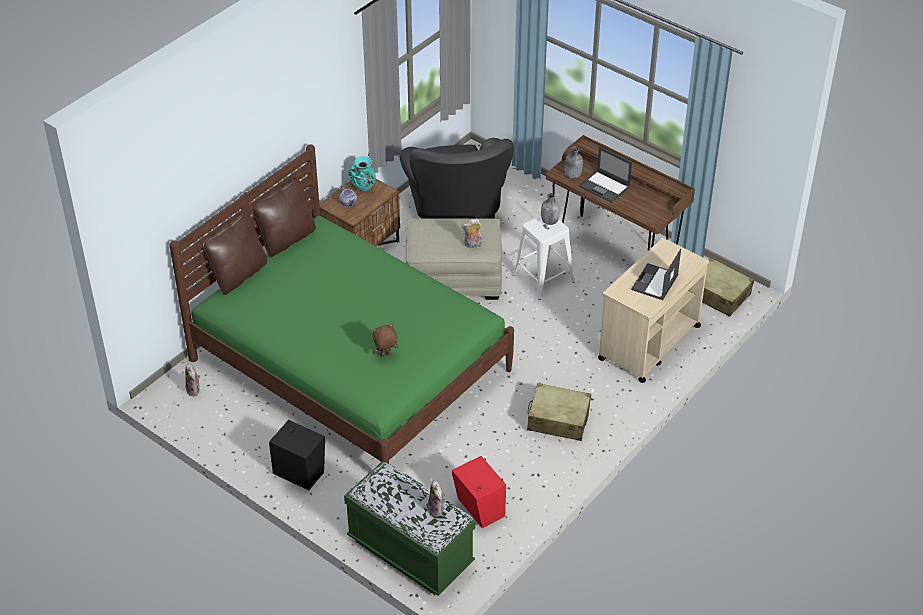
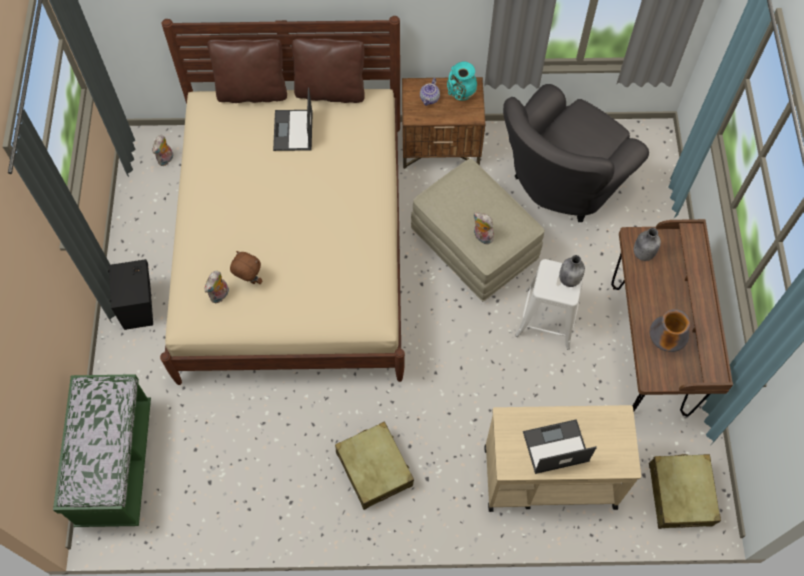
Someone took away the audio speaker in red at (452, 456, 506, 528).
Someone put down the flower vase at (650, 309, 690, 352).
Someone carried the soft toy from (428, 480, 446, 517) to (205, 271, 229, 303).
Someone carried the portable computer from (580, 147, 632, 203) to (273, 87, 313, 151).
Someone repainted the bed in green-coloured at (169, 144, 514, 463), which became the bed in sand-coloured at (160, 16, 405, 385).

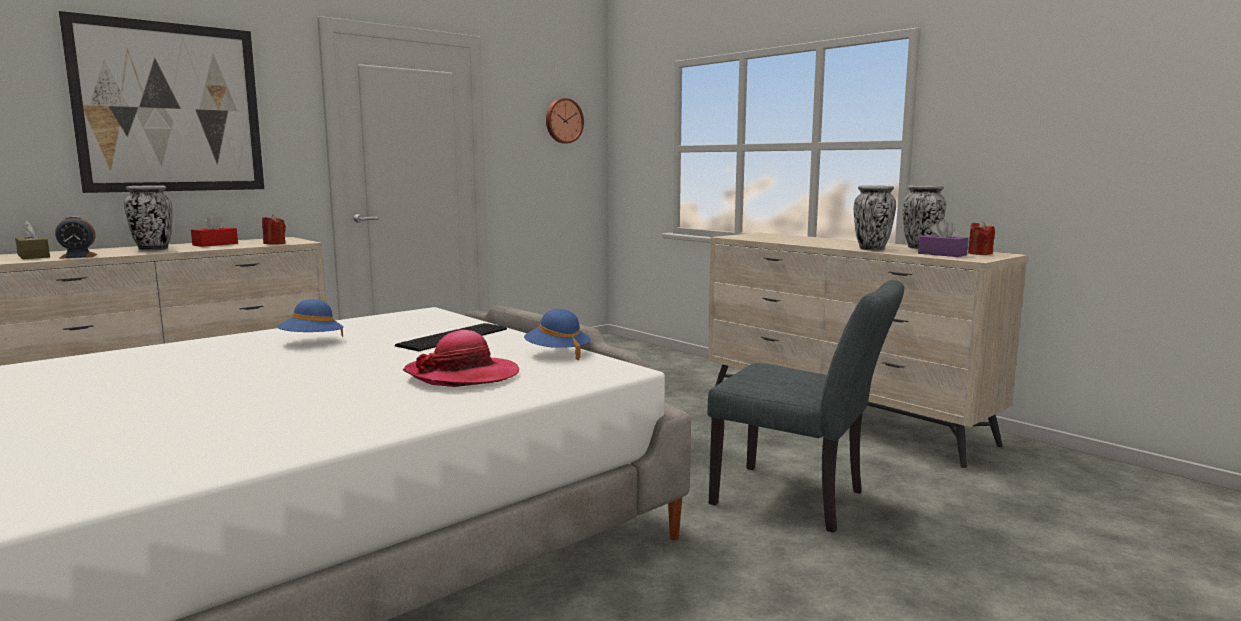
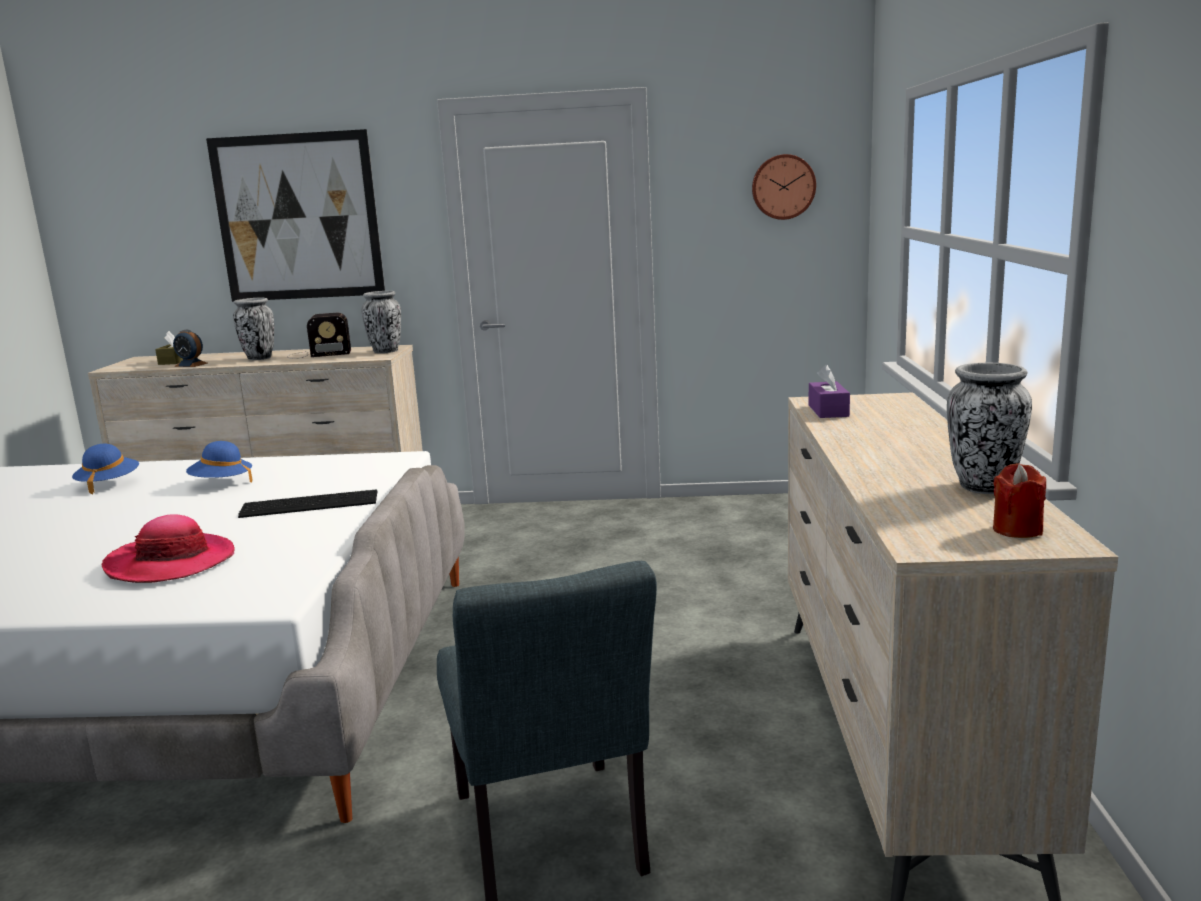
Someone took away the wax candle in red at (262, 215, 286, 244).
Someone carried the hat in blue-coloured from (524, 309, 591, 360) to (72, 444, 139, 494).
Someone carried the flower vase from (854, 185, 896, 251) to (362, 291, 401, 353).
Someone carried the tissue holder in purple-coloured from (918, 219, 969, 257) to (809, 365, 850, 418).
Someone swapped the tissue holder in red at (191, 213, 238, 247) for the radio set at (288, 313, 351, 359).

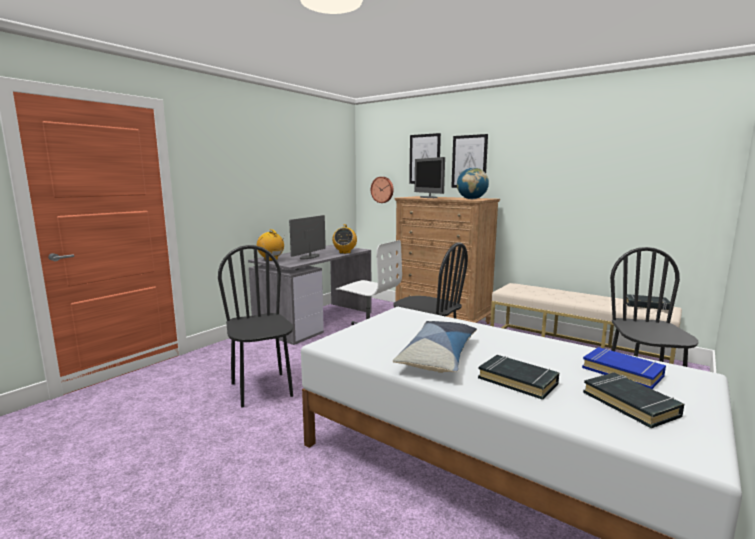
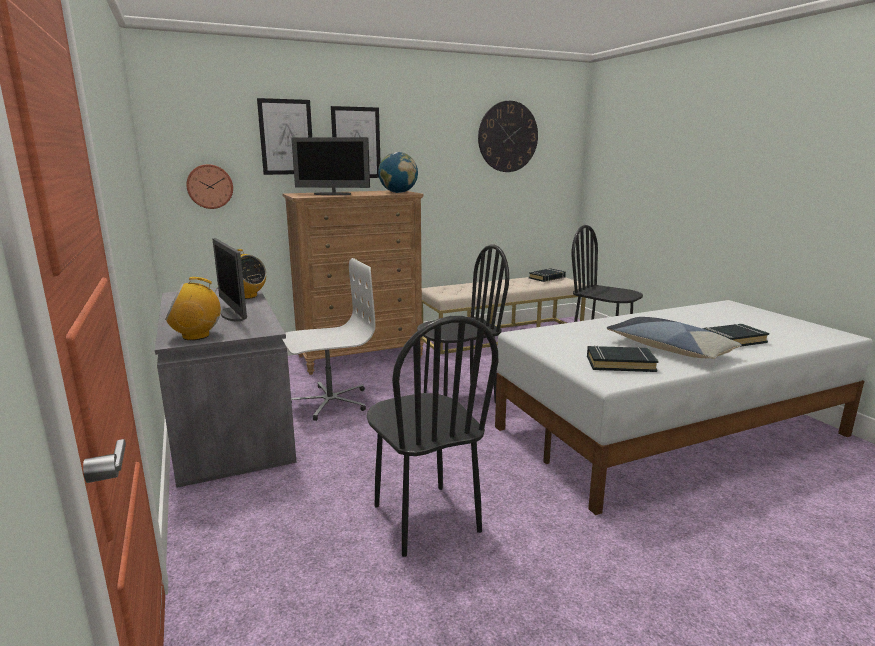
Someone took away the book in blue-coloured at (582, 347, 666, 389).
Someone put up the hanging clock at (478, 101, 538, 172).
Someone carried the book in blackish from (583, 373, 684, 428) to (587, 345, 658, 372).
Someone rotated the chair in blackish at (218, 245, 294, 408) by 120 degrees counterclockwise.

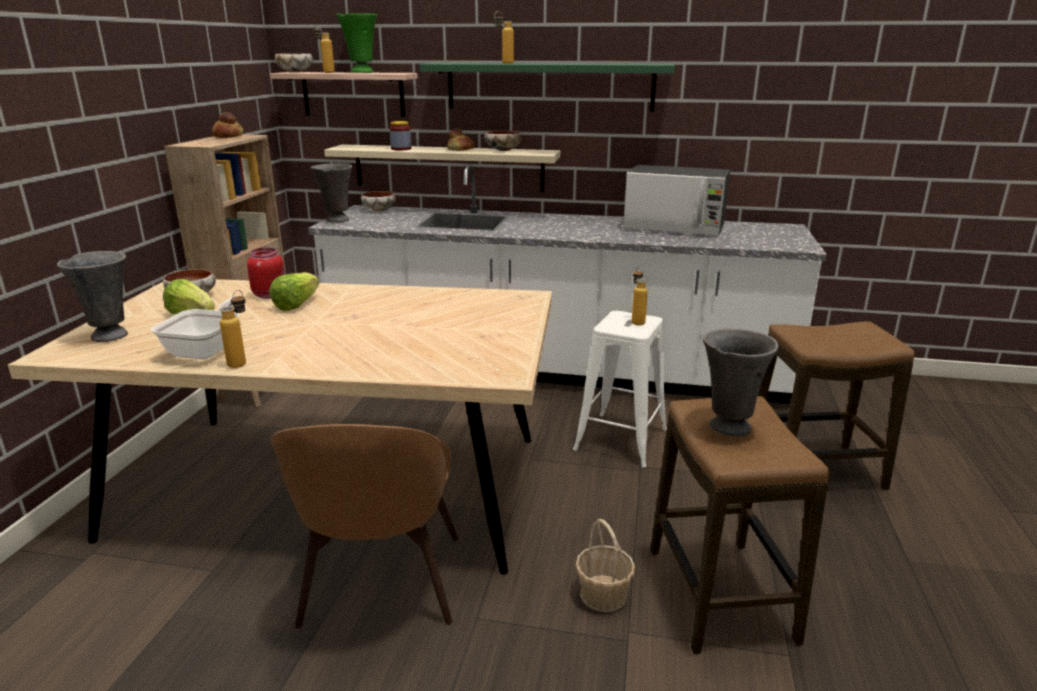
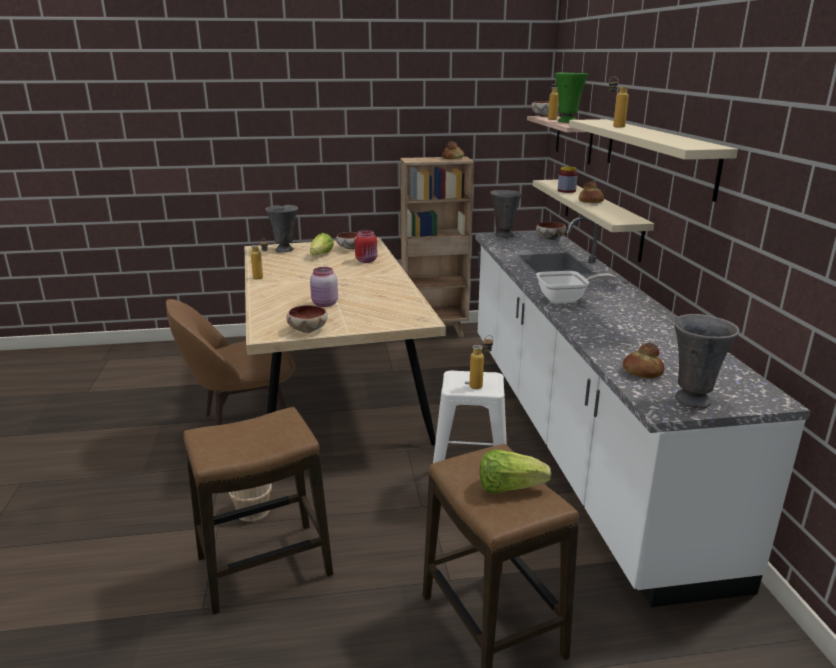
Someone took away the kitchen microwave at (623, 165, 730, 236).
Someone put down the jar in pink at (310, 267, 338, 307).
Someone put down the bakery bread at (623, 343, 664, 378).
Someone carried the frying pan from (151, 296, 244, 359) to (536, 271, 616, 303).
Someone carried the lettuce head from (269, 272, 320, 311) to (480, 449, 551, 493).
Someone carried the deep dish from (484, 131, 522, 151) to (286, 305, 328, 333).
Someone carried the flower vase in grey from (703, 328, 779, 437) to (674, 314, 740, 409).
Someone repainted the bracket shelf in green-coloured at (420, 63, 675, 112), which became the bracket shelf in sand-coloured at (569, 119, 738, 202).

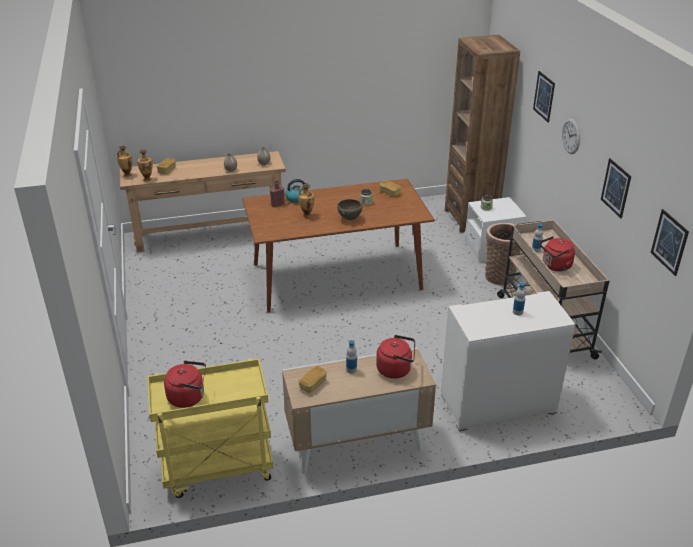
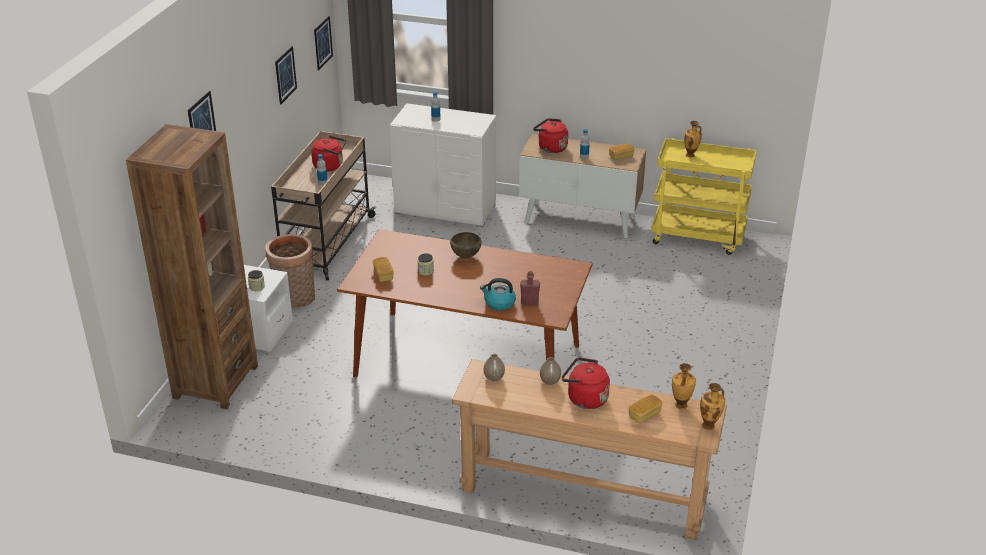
Someone took away the hanging clock at (562, 119, 580, 154).
Someone carried the water kettle in red from (164, 361, 206, 408) to (562, 357, 610, 409).
Someone carried the flower vase from (298, 184, 314, 218) to (684, 121, 702, 157).

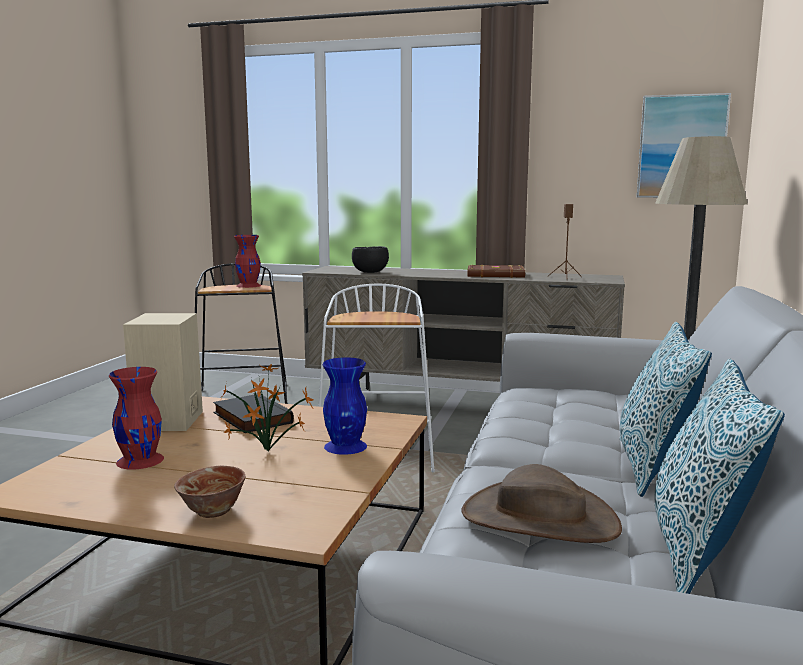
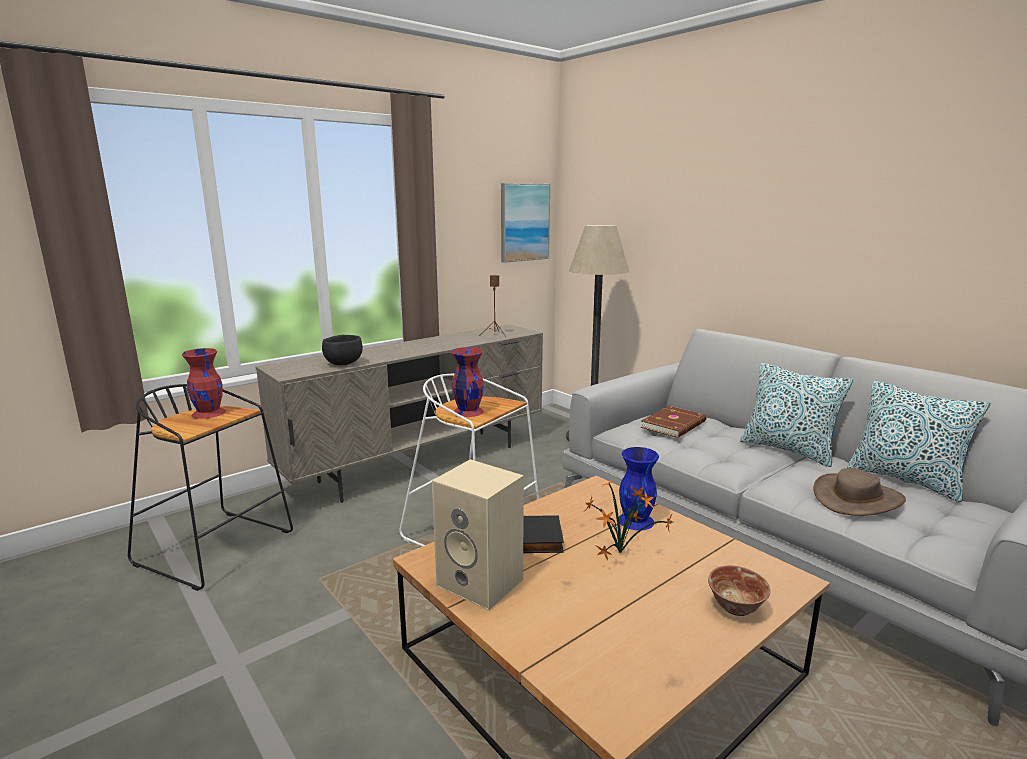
Someone carried the flower vase in red from (109, 367, 164, 470) to (451, 347, 484, 417).
Someone carried the book in brown from (467, 264, 525, 278) to (641, 406, 706, 438).

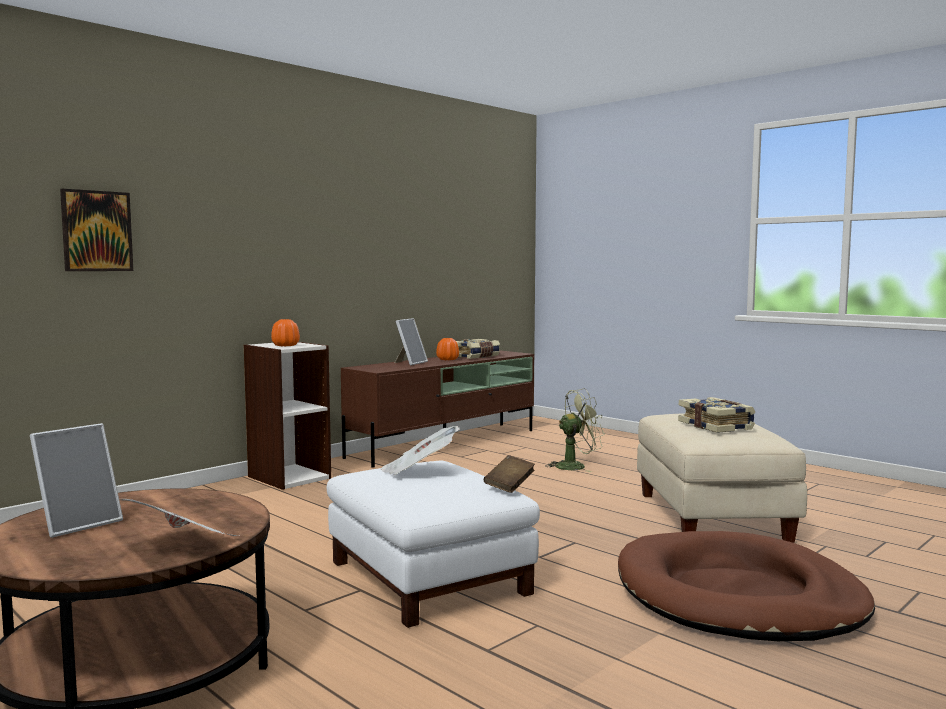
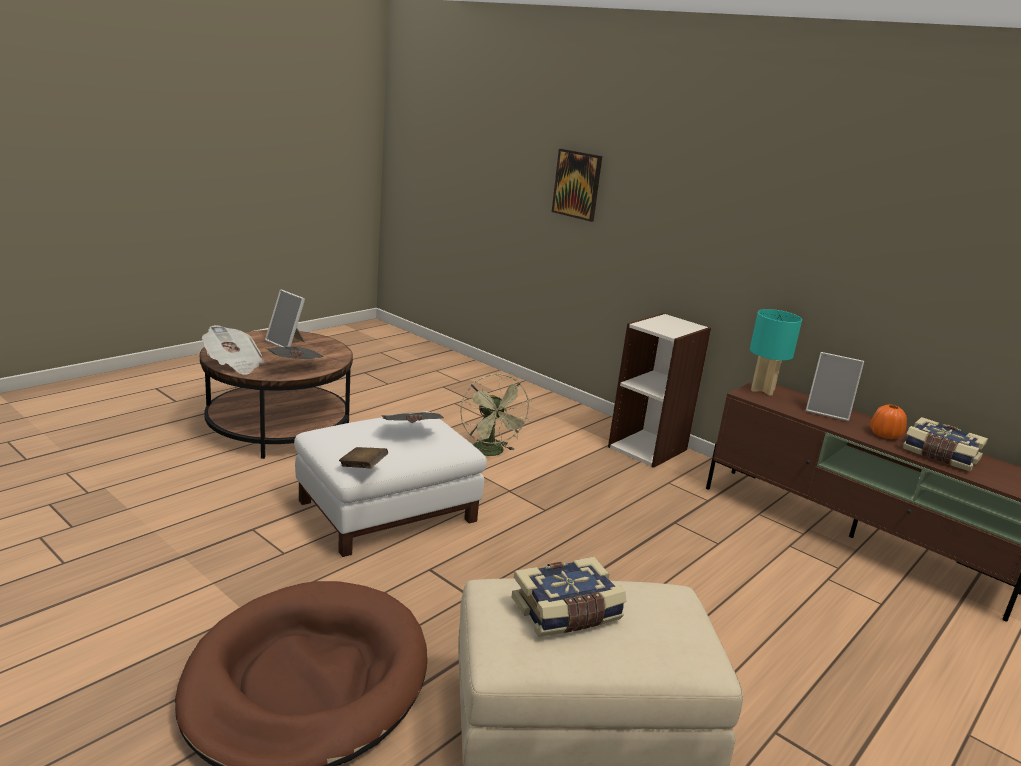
Someone took away the flower vase in orangey at (271, 319, 300, 347).
Someone put down the newspaper at (266, 347, 323, 359).
Someone put down the table lamp in turquoise-coloured at (750, 309, 802, 395).
Someone carried the fan in green-coloured from (545, 388, 605, 472) to (460, 373, 532, 456).

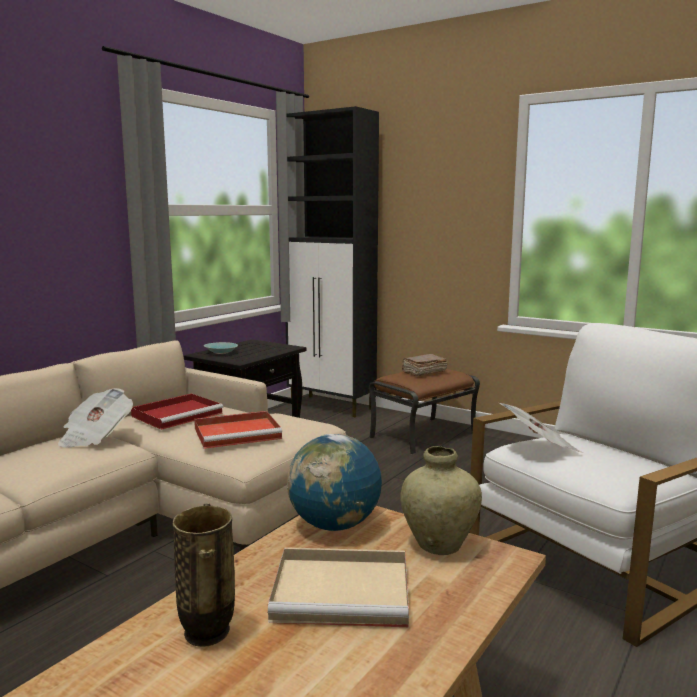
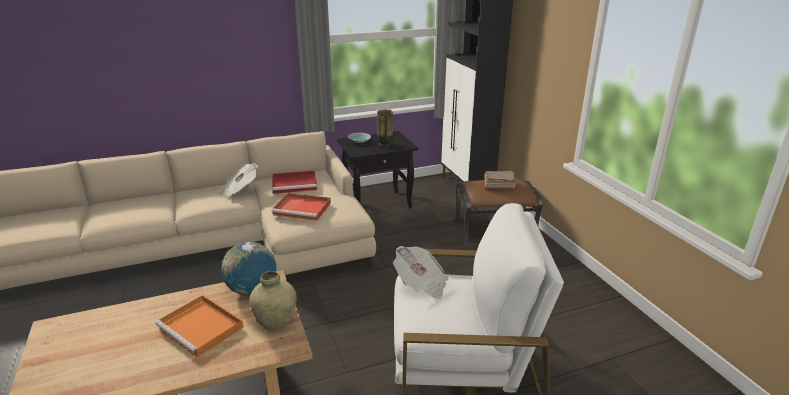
Someone carried the flower vase from (173, 503, 235, 647) to (377, 110, 393, 147).
Someone repainted the serving tray in sand-coloured at (267, 547, 409, 627), which became the serving tray in orangey at (155, 295, 244, 357).

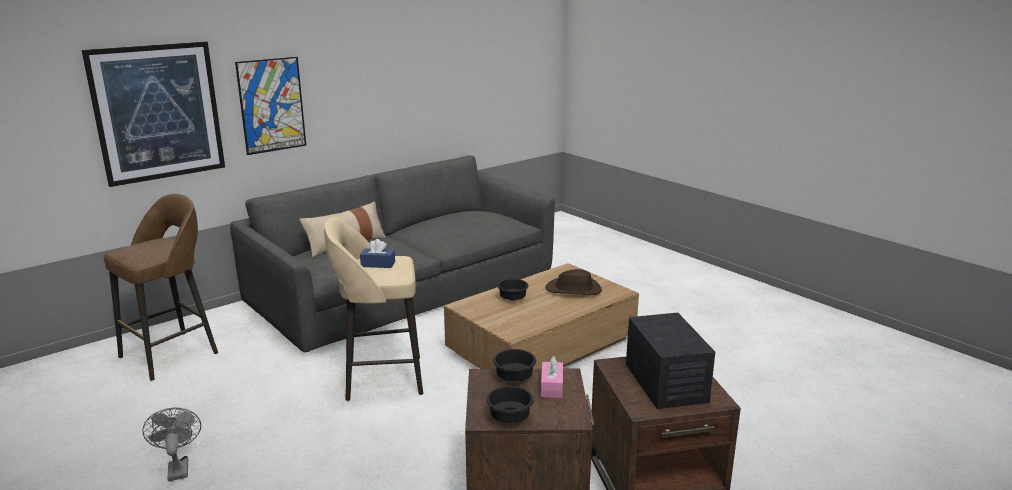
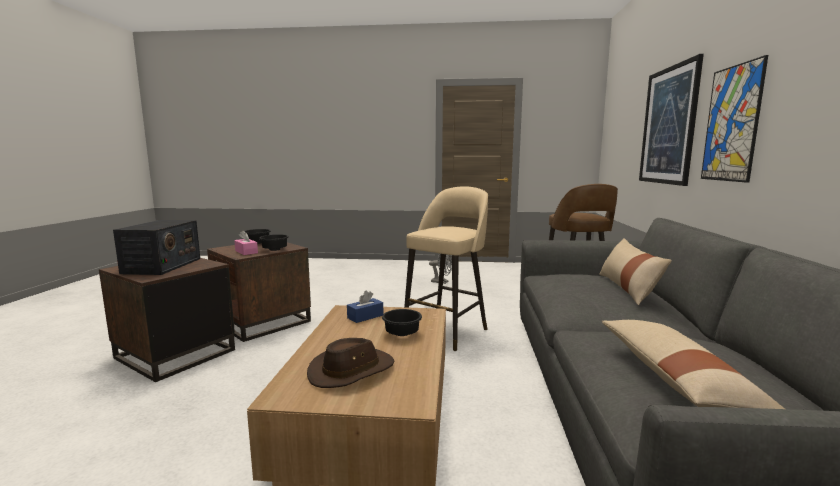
Someone put down the throw pillow in sand-coloured at (602, 320, 785, 409).
Someone carried the tissue holder in blue-coloured from (360, 239, 395, 268) to (347, 290, 383, 323).
Someone rotated the radio set at (626, 312, 715, 409) by 120 degrees counterclockwise.

